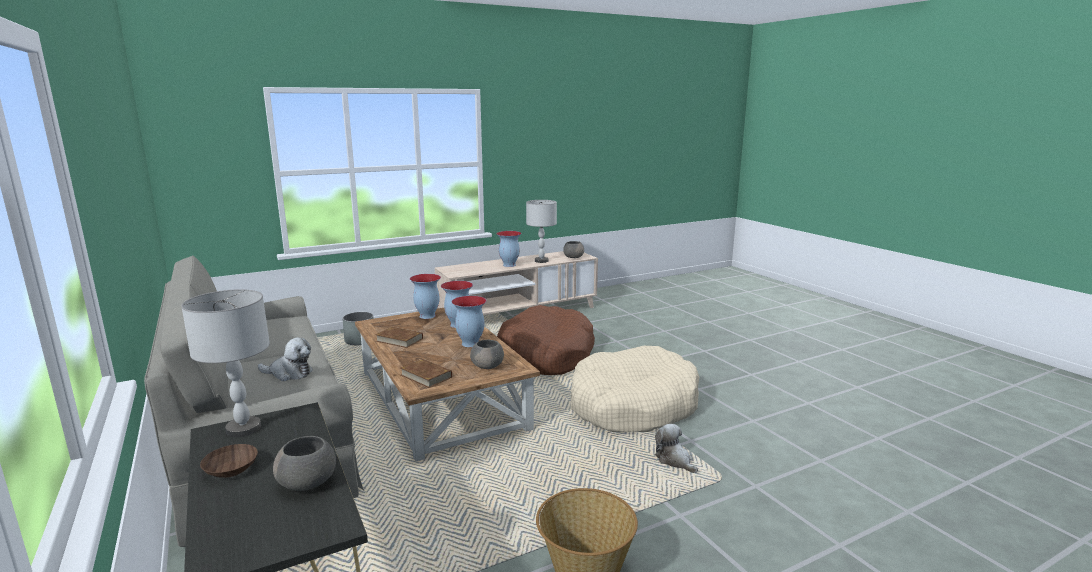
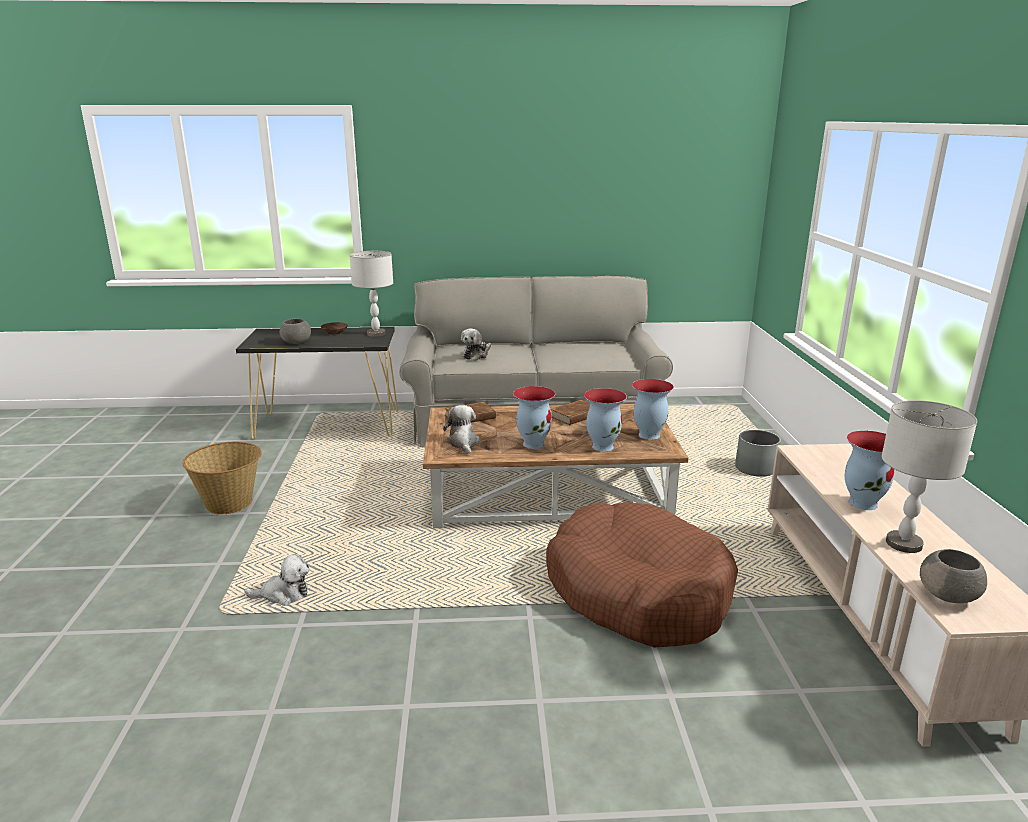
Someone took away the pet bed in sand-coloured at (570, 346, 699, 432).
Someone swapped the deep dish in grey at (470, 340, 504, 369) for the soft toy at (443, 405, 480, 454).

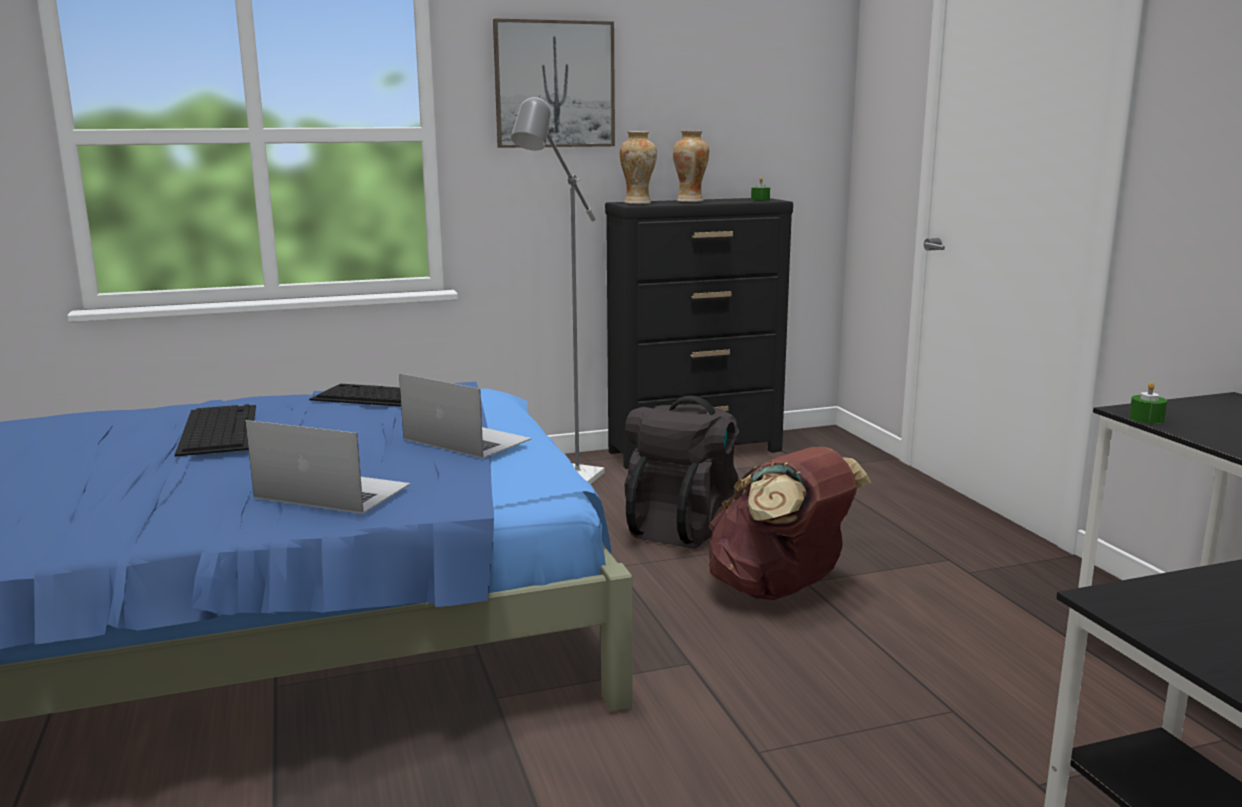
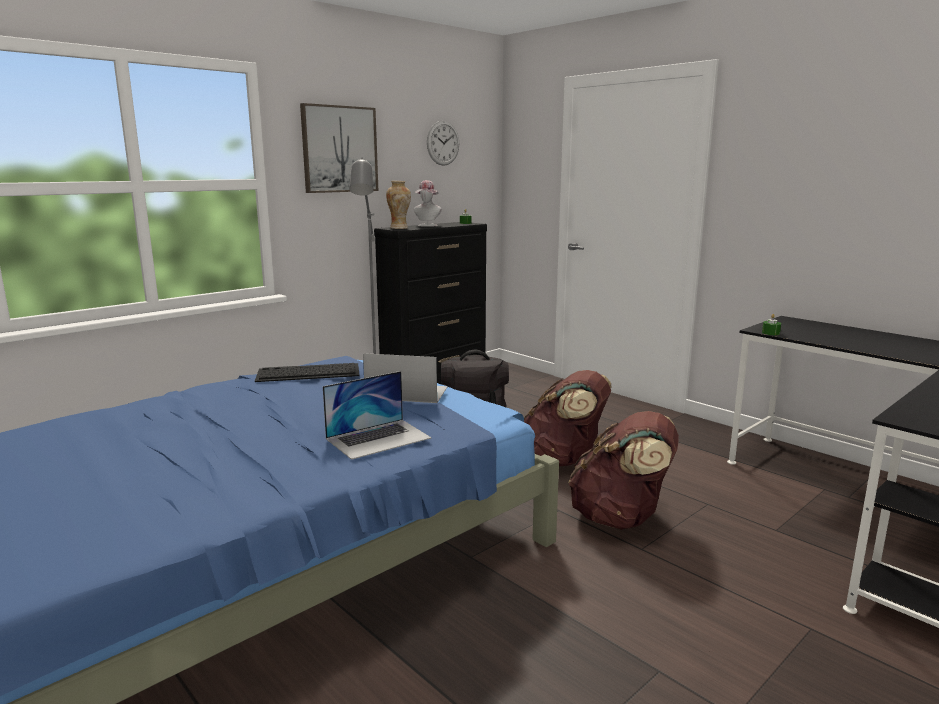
Someone took away the PC keyboard at (175, 404, 256, 457).
Someone put up the hanging clock at (427, 121, 459, 166).
Someone put down the backpack in brown at (568, 411, 679, 530).
Someone swapped the flower vase at (673, 131, 709, 202) for the hat at (414, 180, 442, 227).
Someone rotated the portable computer at (245, 420, 411, 514) by 150 degrees clockwise.

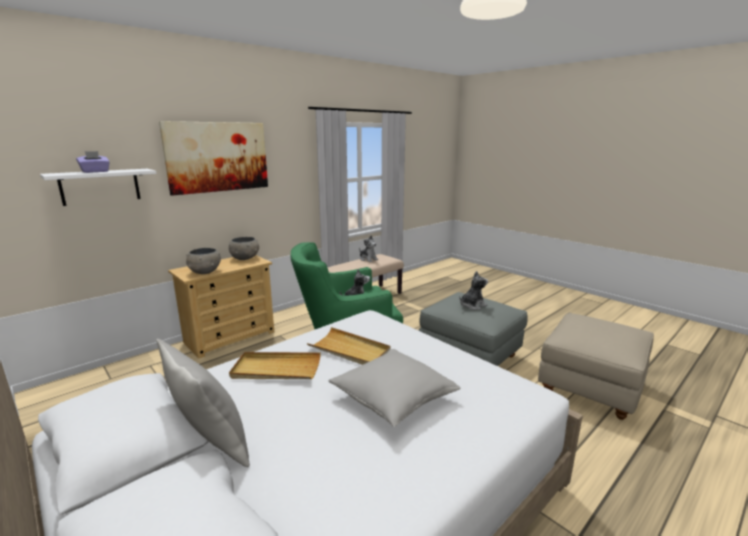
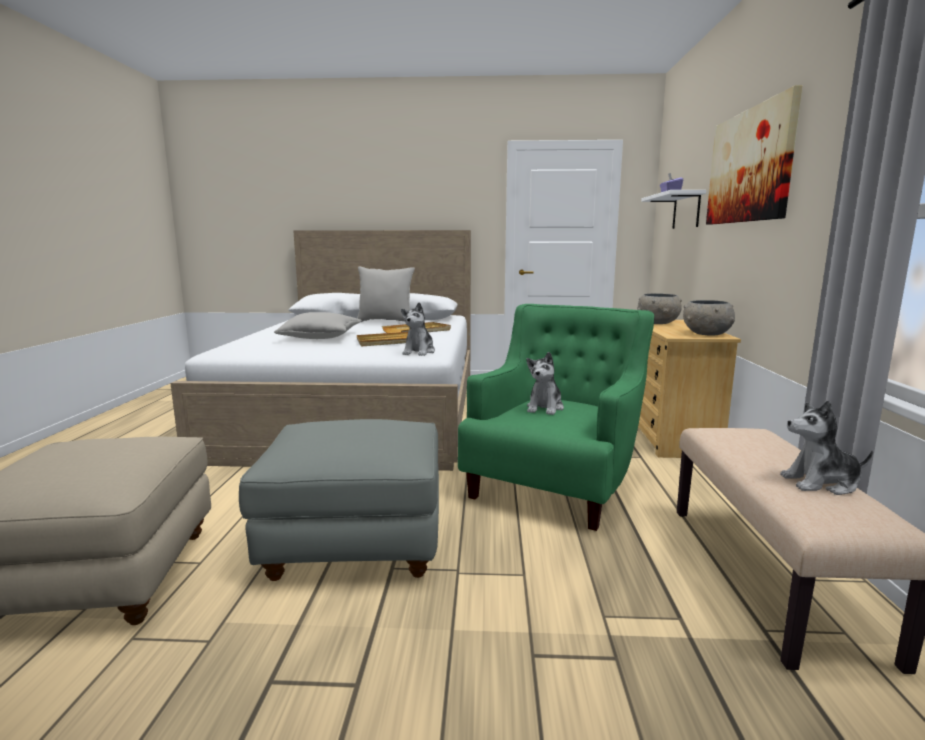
Someone carried the soft toy from (459, 271, 488, 310) to (401, 302, 435, 356).

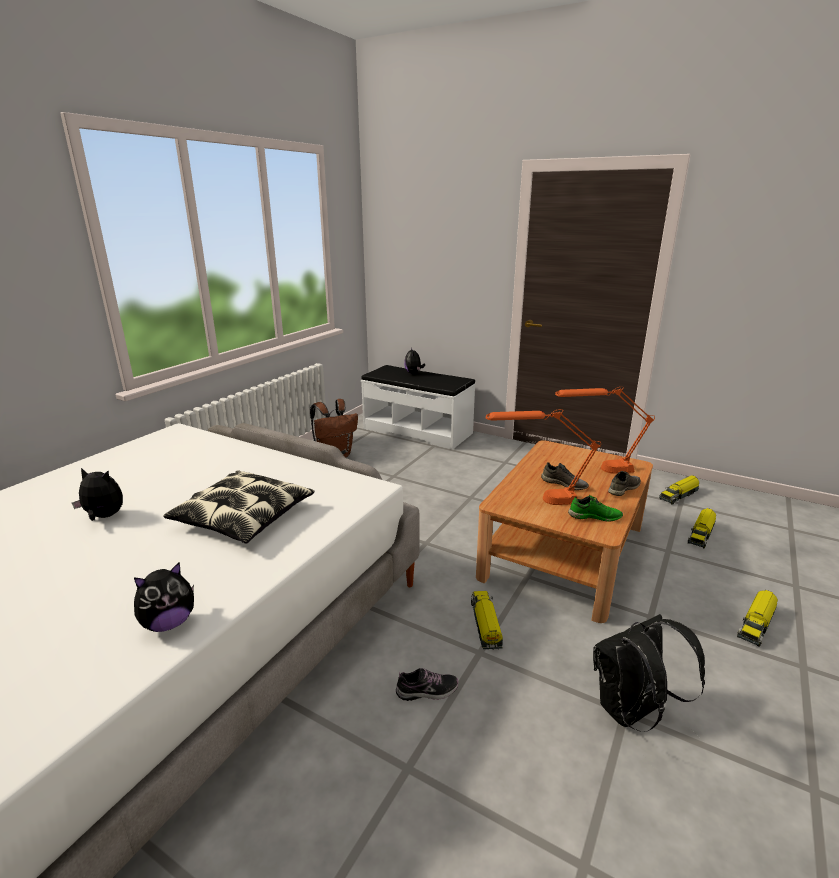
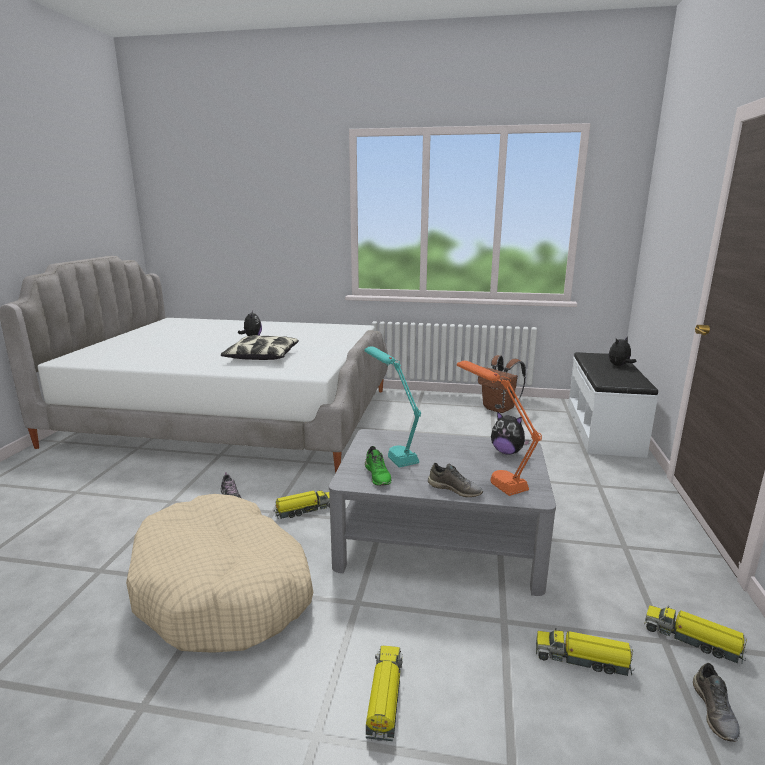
Someone carried the soft toy from (134, 563, 194, 632) to (491, 411, 530, 455).
Someone carried the low shoe in grey from (541, 462, 589, 490) to (693, 663, 740, 742).
Someone swapped the backpack in blackish at (593, 614, 705, 732) for the pet bed in sand-coloured at (126, 494, 313, 653).
Someone repainted the low table in brown at (476, 440, 653, 623), which became the low table in grey at (329, 429, 556, 596).
Someone repainted the table lamp in orangey at (486, 409, 601, 505), which became the table lamp in turquoise-coloured at (364, 346, 421, 467).
Someone rotated the toy truck at (737, 590, 778, 647) by 75 degrees clockwise.

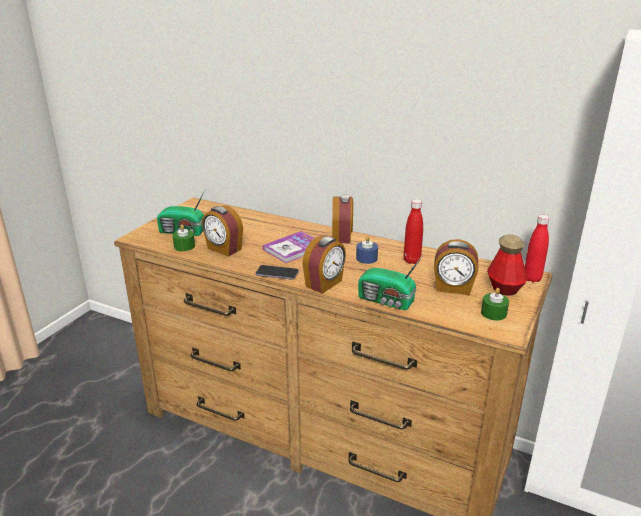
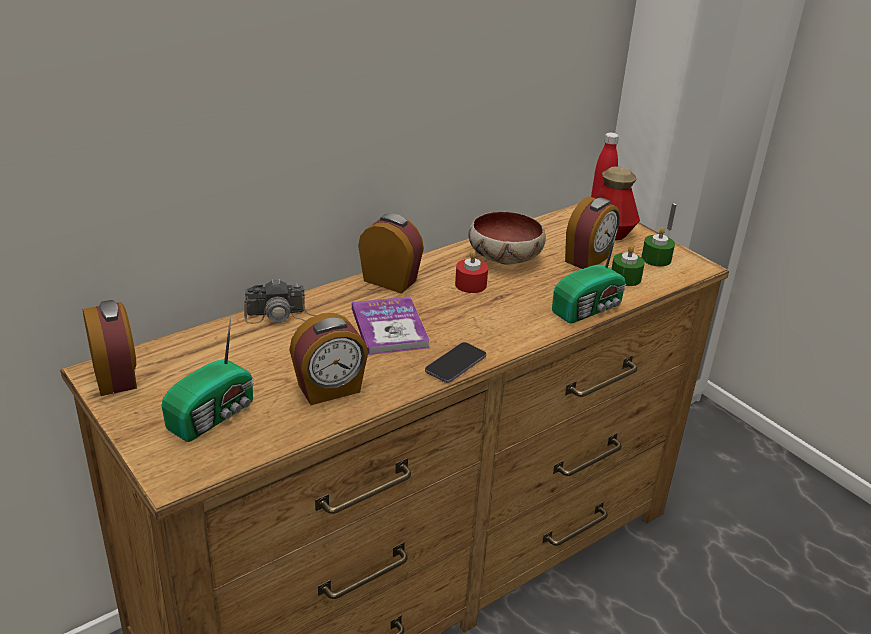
Someone put down the still camera at (244, 279, 316, 324).
Someone carried the wax candle in green-coloured from (173, 224, 195, 251) to (612, 245, 645, 286).
Someone carried the table clock from (302, 236, 346, 294) to (83, 300, 137, 396).
Someone swapped the drink bottle in red at (404, 199, 423, 264) for the deep dish at (468, 211, 546, 265).
Someone repainted the wax candle in blue-coloured at (356, 235, 378, 264), which became the wax candle in red at (455, 251, 488, 293).

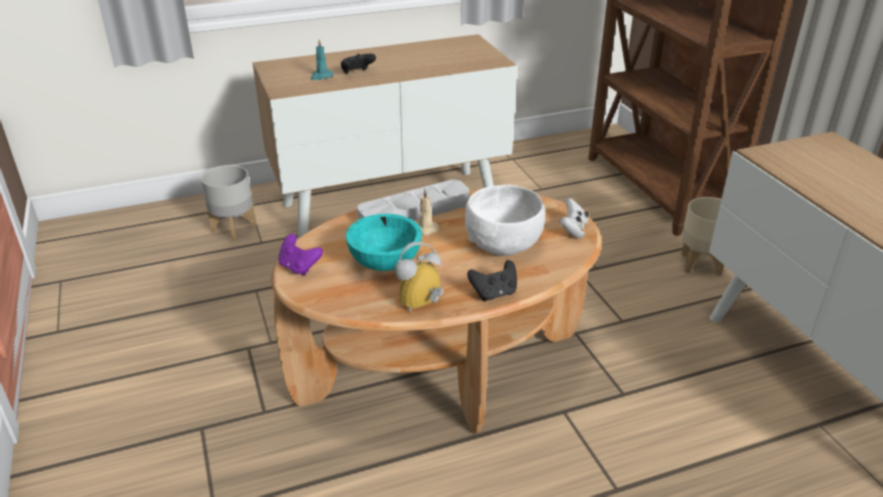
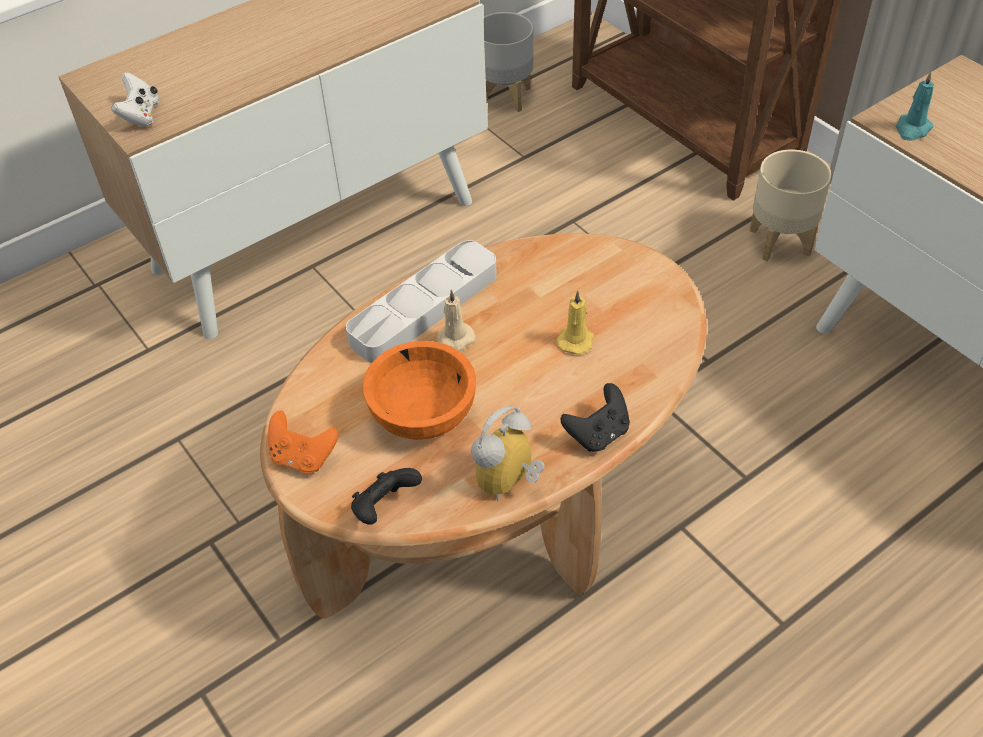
Someone carried the planter in grey from (201, 165, 257, 241) to (483, 12, 534, 112).
Someone carried the wax candle in turquoise-coloured from (311, 39, 333, 80) to (896, 71, 934, 141).
Someone carried the joypad in blackish from (341, 54, 376, 74) to (351, 468, 422, 525).
Someone carried the joypad in white-coloured from (559, 198, 589, 238) to (111, 72, 159, 127).
Someone swapped the deep dish in white-coloured at (465, 184, 545, 256) for the wax candle in yellow-coloured at (556, 291, 594, 355).
Someone repainted the joypad in purple-coloured at (278, 234, 323, 276), which became the joypad in orangey at (268, 410, 338, 473).
Someone repainted the deep dish in turquoise-coloured at (346, 214, 422, 271), which became the deep dish in orangey at (363, 341, 476, 440).

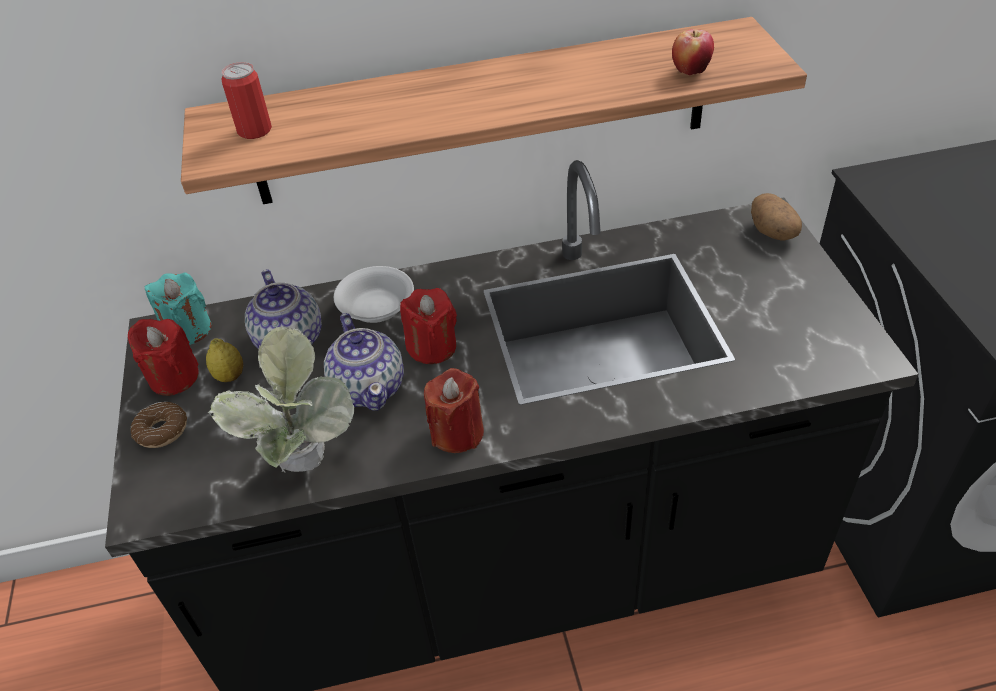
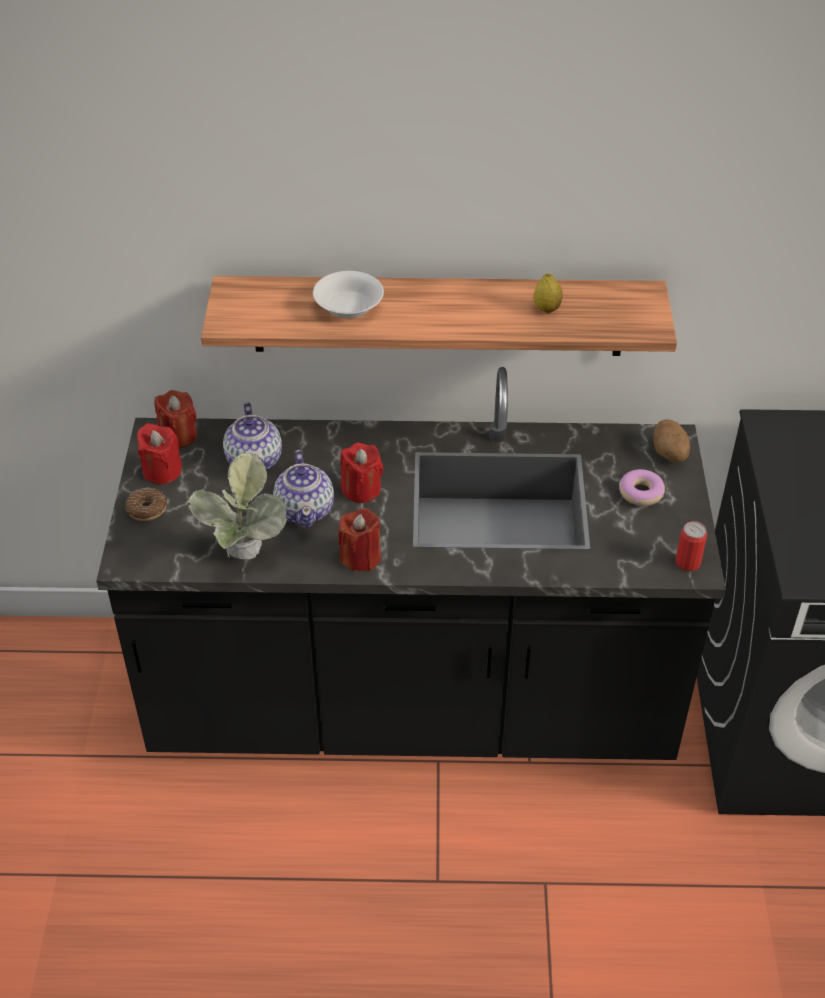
Someone took away the apple at (672, 29, 714, 76).
Someone put down the doughnut at (619, 469, 665, 506).
Someone carried the citrus fruit from (206, 338, 243, 382) to (533, 273, 563, 313).
Someone carried the sealed can from (221, 62, 272, 139) to (675, 521, 707, 571).
Someone carried the deep dish in white-coloured from (334, 266, 414, 323) to (313, 271, 384, 318).
Someone repainted the wax candle in turquoise-coloured at (144, 272, 212, 345), which became the wax candle in red at (154, 390, 197, 448).

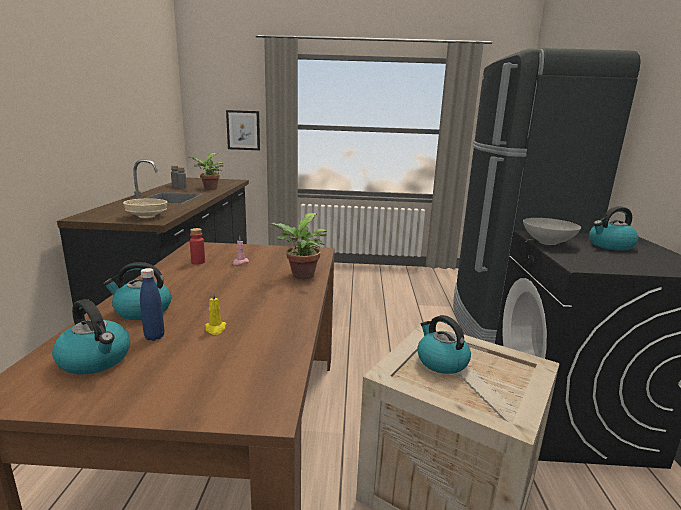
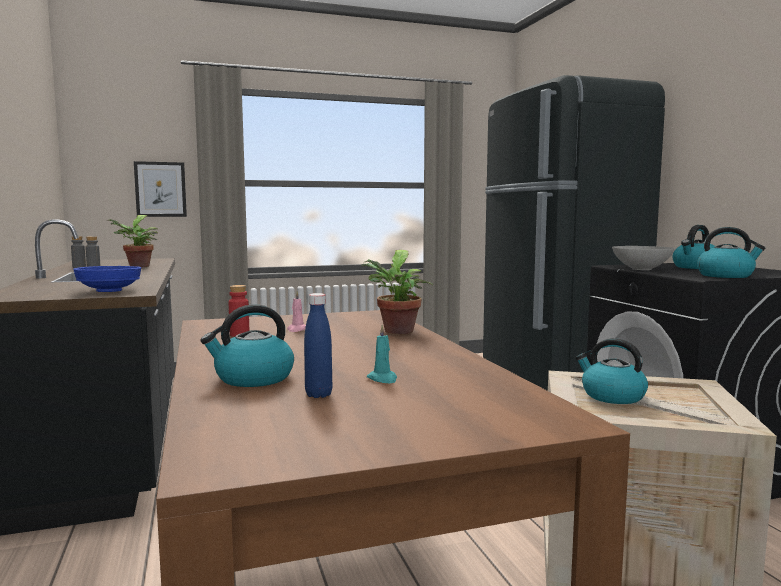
Someone carried the water kettle from (52, 299, 130, 375) to (697, 227, 765, 278).
Someone repainted the deep dish in sand-coloured at (123, 198, 167, 218), which became the deep dish in blue-coloured at (73, 266, 141, 292).
Someone repainted the wax candle in yellow-coloured at (205, 291, 226, 335), which became the wax candle in turquoise-coloured at (367, 325, 397, 383).

